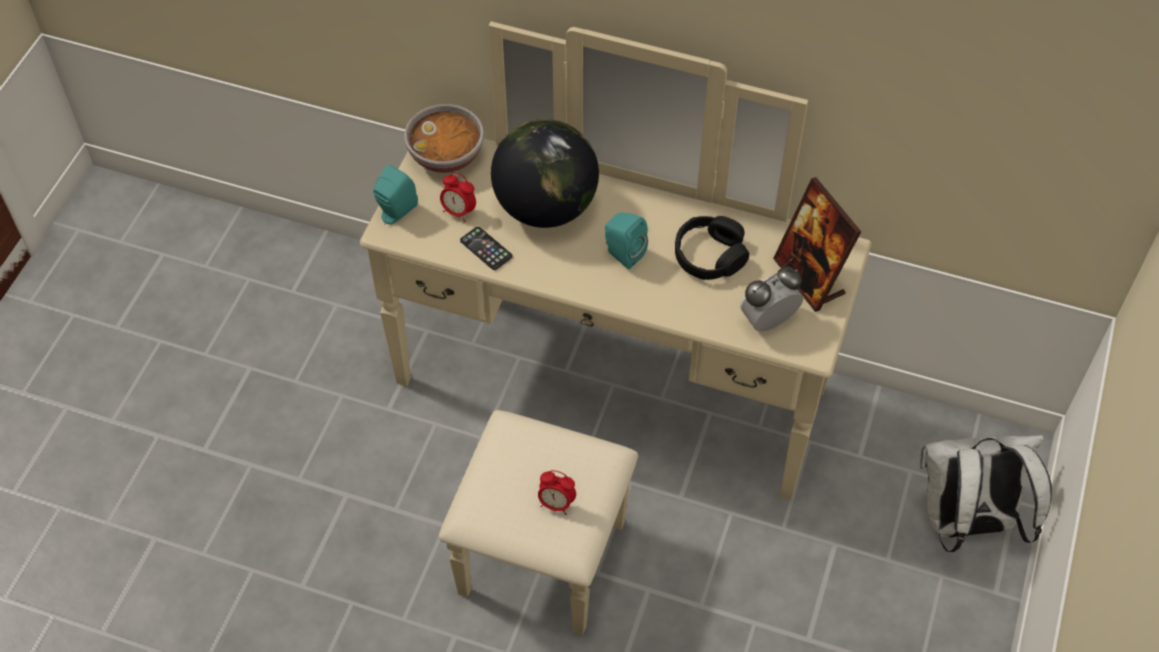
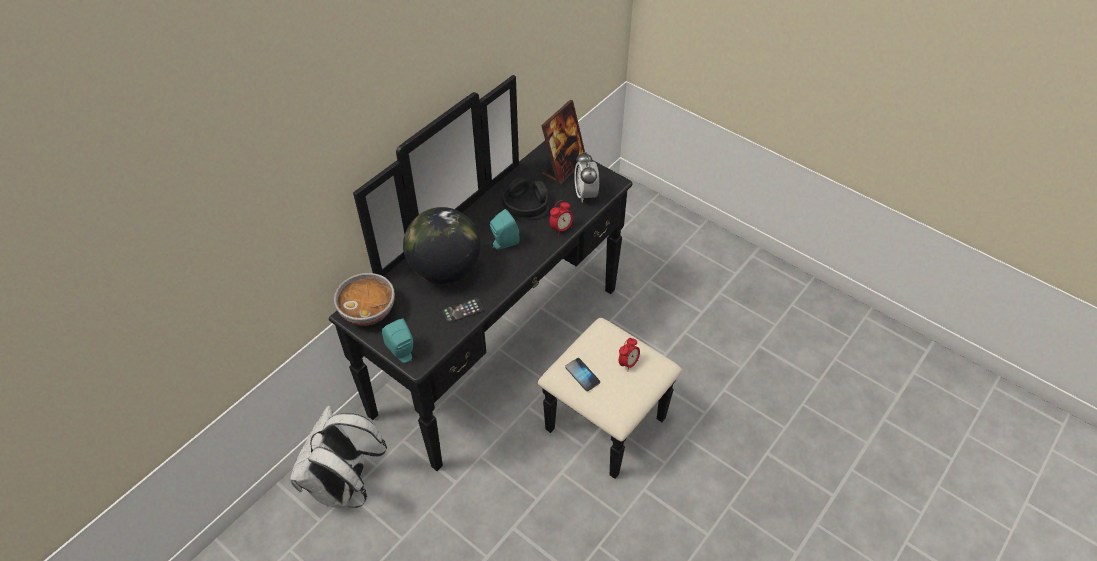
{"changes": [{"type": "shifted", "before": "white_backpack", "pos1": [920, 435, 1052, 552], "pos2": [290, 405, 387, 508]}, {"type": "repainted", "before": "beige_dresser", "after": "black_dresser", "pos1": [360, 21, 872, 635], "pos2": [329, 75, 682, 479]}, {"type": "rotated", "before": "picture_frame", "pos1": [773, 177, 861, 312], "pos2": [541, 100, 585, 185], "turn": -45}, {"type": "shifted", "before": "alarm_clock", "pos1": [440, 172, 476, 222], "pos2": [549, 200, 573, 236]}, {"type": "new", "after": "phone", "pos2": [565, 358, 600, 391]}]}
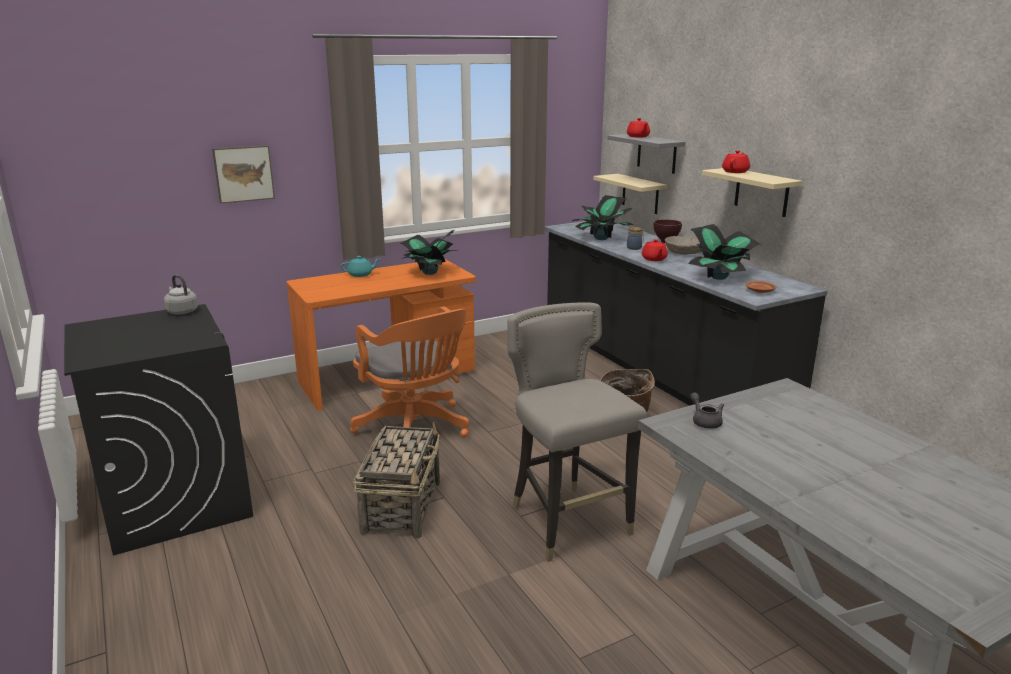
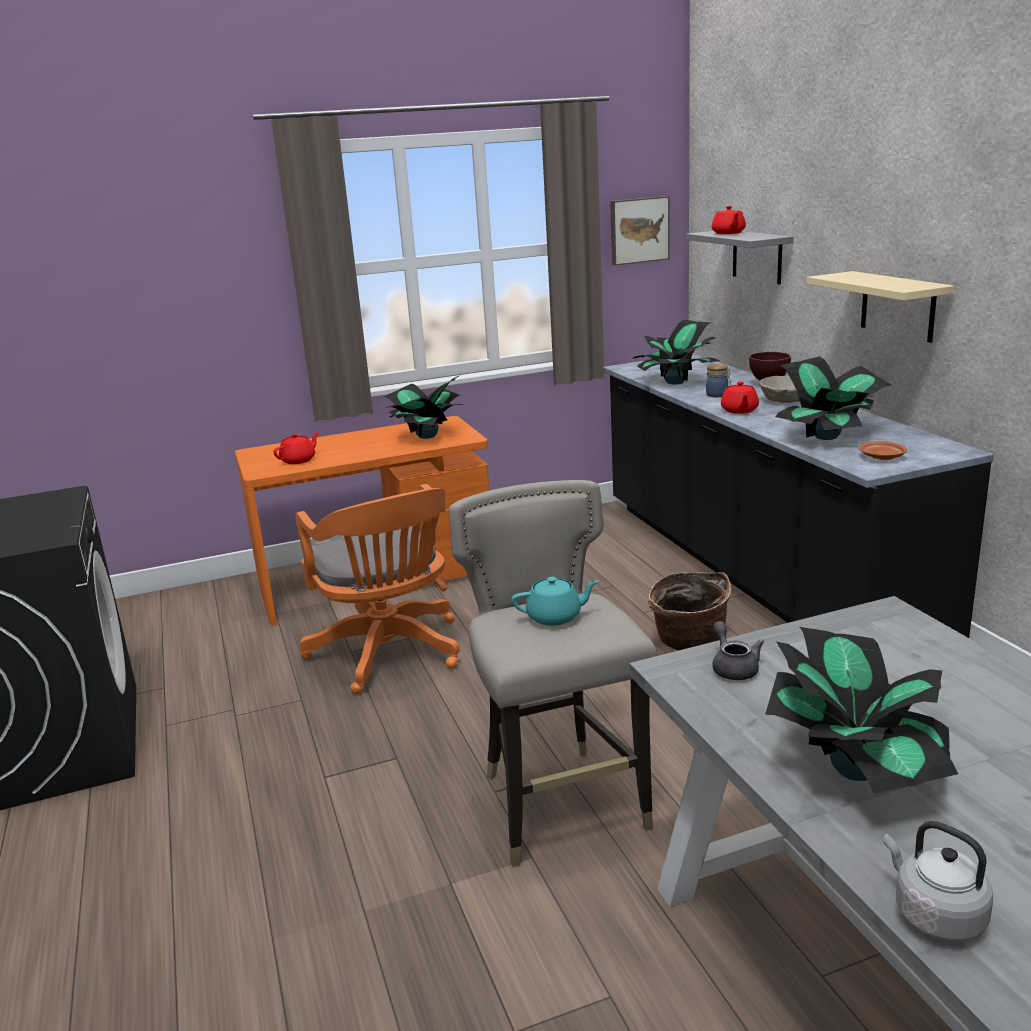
{"changes": [{"type": "shifted", "before": "red_teapot", "pos1": [722, 150, 750, 173], "pos2": [273, 432, 319, 464]}, {"type": "shifted", "before": "turquoise_teapot", "pos1": [341, 256, 381, 277], "pos2": [511, 577, 599, 626]}, {"type": "shifted", "before": "picture", "pos1": [212, 145, 275, 203], "pos2": [610, 196, 670, 265]}, {"type": "new", "after": "potted_plant", "pos2": [765, 627, 958, 794]}, {"type": "shifted", "before": "grey_kettle", "pos1": [164, 275, 198, 314], "pos2": [883, 821, 993, 941]}, {"type": "gone", "before": "basket", "pos1": [354, 422, 440, 538]}, {"type": "gone", "before": "beige_shelf", "pos1": [593, 174, 667, 214]}]}
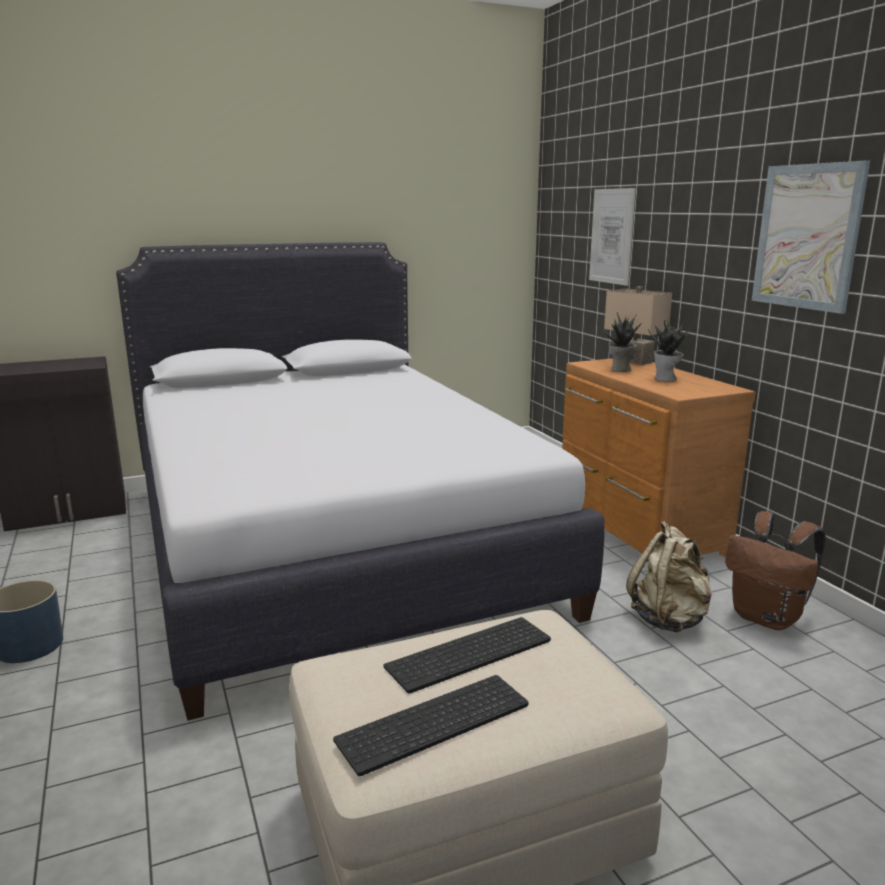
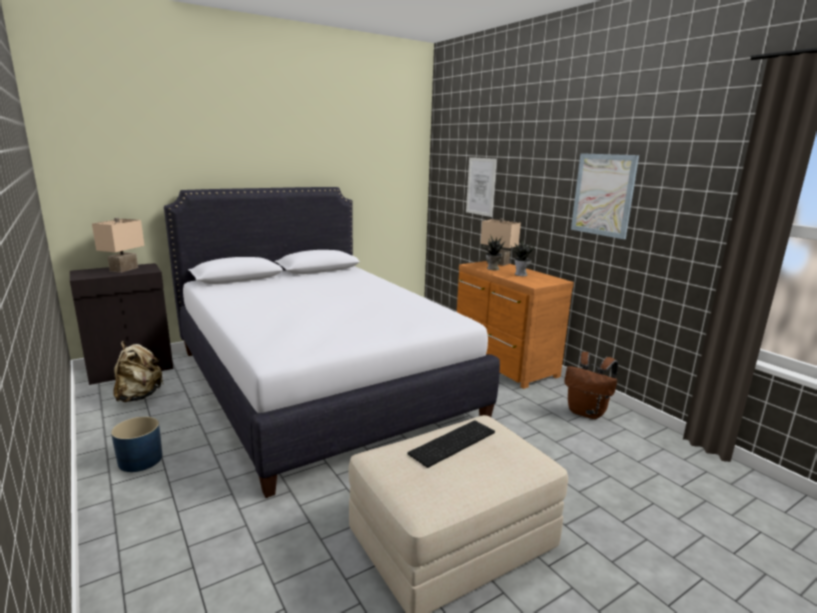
{"changes": [{"type": "new", "after": "beige_table_lamp", "pos2": [92, 218, 144, 273]}, {"type": "shifted", "before": "beige_backpack", "pos1": [626, 521, 712, 632], "pos2": [113, 341, 163, 402]}, {"type": "gone", "before": "keyboard", "pos1": [333, 675, 528, 776]}]}
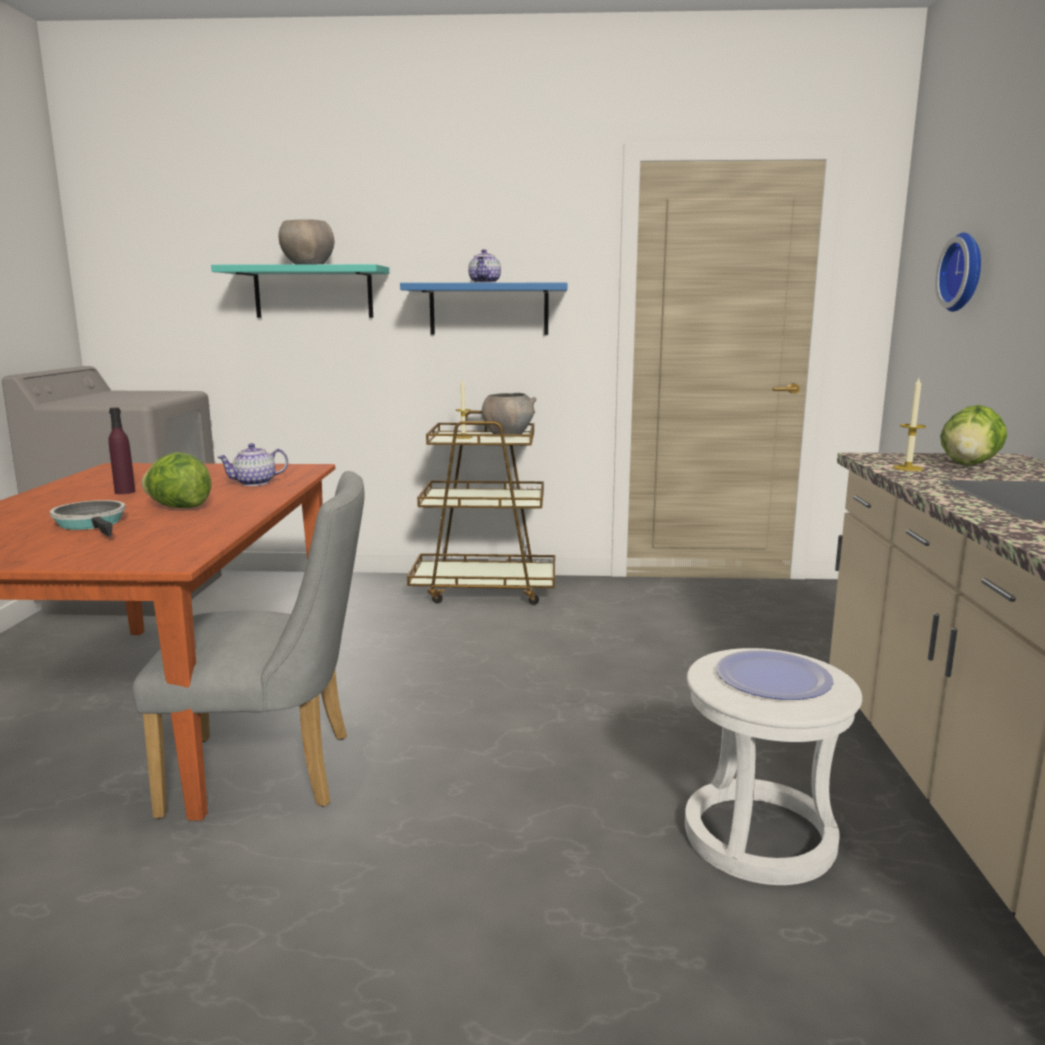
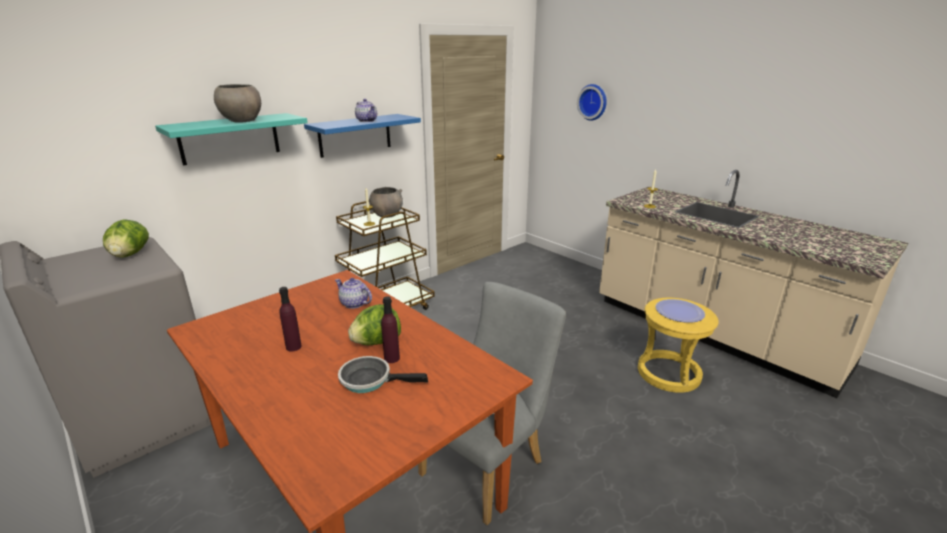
{"changes": [{"type": "shifted", "before": "lettuce", "pos1": [940, 405, 1007, 465], "pos2": [103, 219, 149, 258]}, {"type": "rotated", "before": "teapot", "pos1": [217, 443, 288, 486], "pos2": [335, 278, 372, 309], "turn": 105}, {"type": "new", "after": "purple_bottle", "pos2": [381, 296, 400, 363]}, {"type": "repainted", "before": "white_stool", "after": "yellow_stool", "pos1": [685, 648, 862, 885], "pos2": [638, 298, 719, 393]}]}
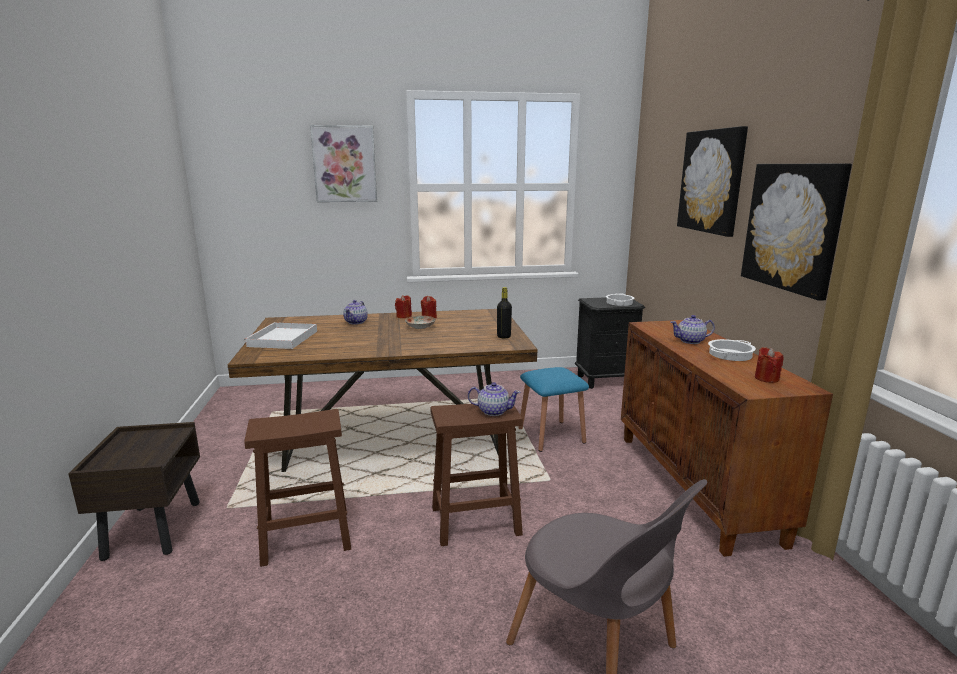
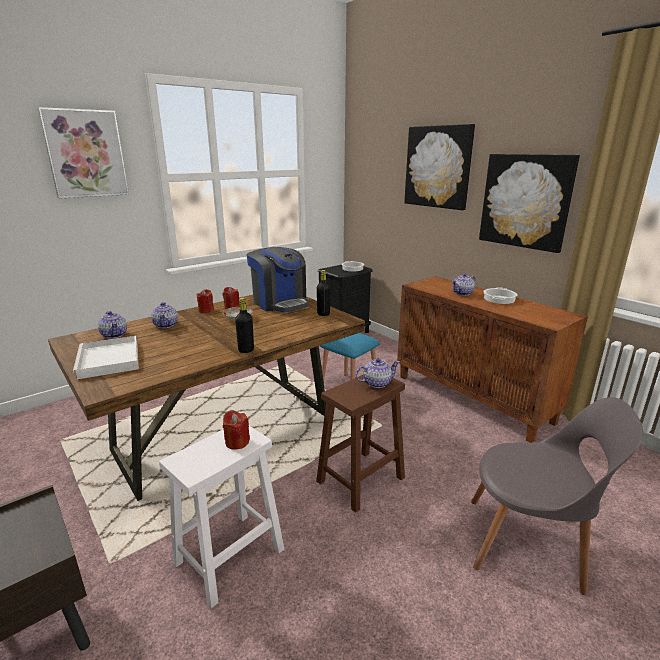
{"changes": [{"type": "new", "after": "teapot", "pos2": [98, 311, 127, 339]}, {"type": "repainted", "before": "brown_stool", "after": "white_stool", "pos1": [244, 409, 351, 567], "pos2": [159, 426, 284, 608]}, {"type": "shifted", "before": "red_candle", "pos1": [755, 347, 784, 383], "pos2": [223, 410, 250, 450]}, {"type": "new", "after": "black_bottle", "pos2": [235, 298, 254, 353]}, {"type": "new", "after": "coffee_machine", "pos2": [246, 247, 309, 312]}]}
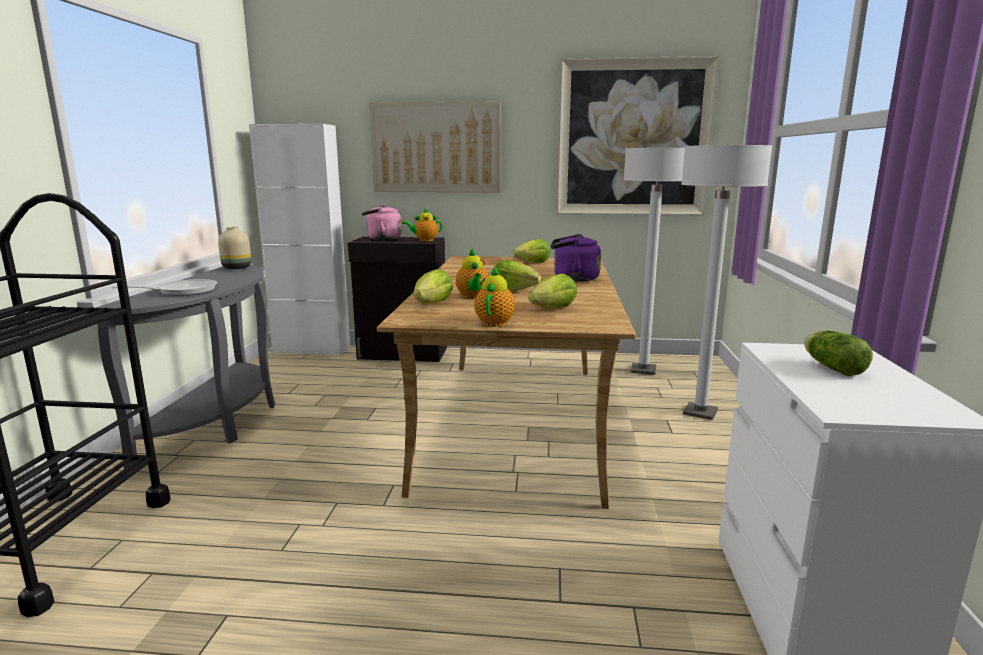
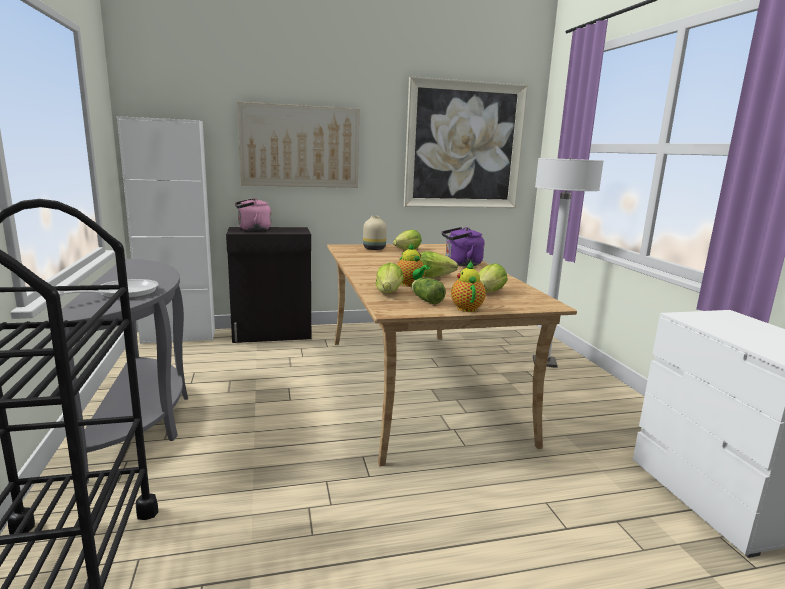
{"changes": [{"type": "shifted", "before": "beige_vase", "pos1": [218, 227, 251, 269], "pos2": [363, 216, 387, 250]}, {"type": "shifted", "before": "lettuce", "pos1": [804, 330, 873, 376], "pos2": [412, 278, 446, 304]}, {"type": "gone", "before": "teapot", "pos1": [402, 208, 443, 241]}, {"type": "gone", "before": "white_floor_lamp", "pos1": [623, 147, 685, 375]}]}
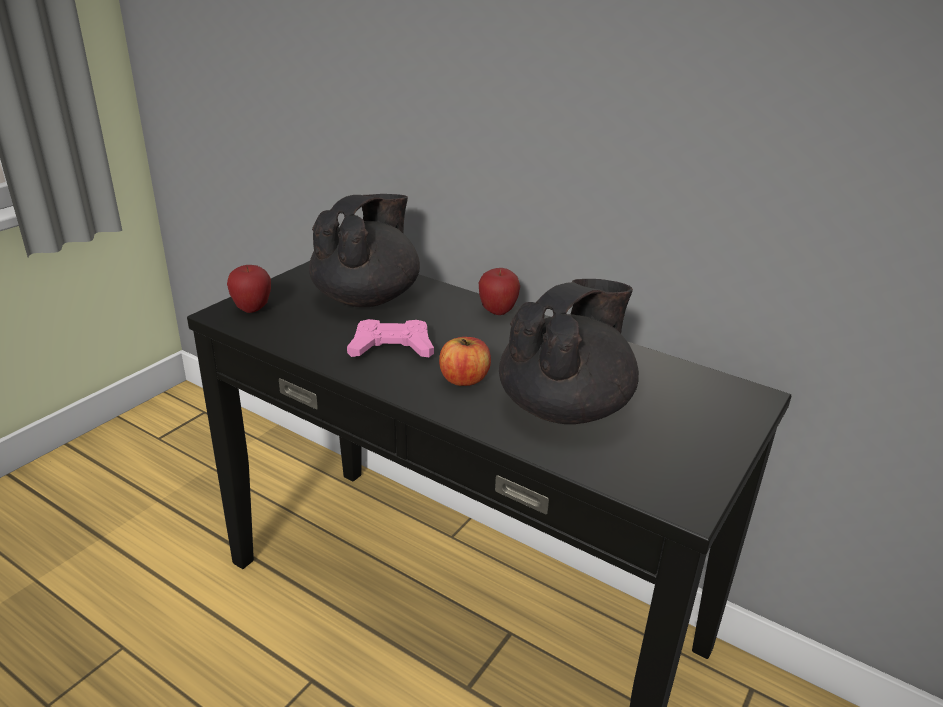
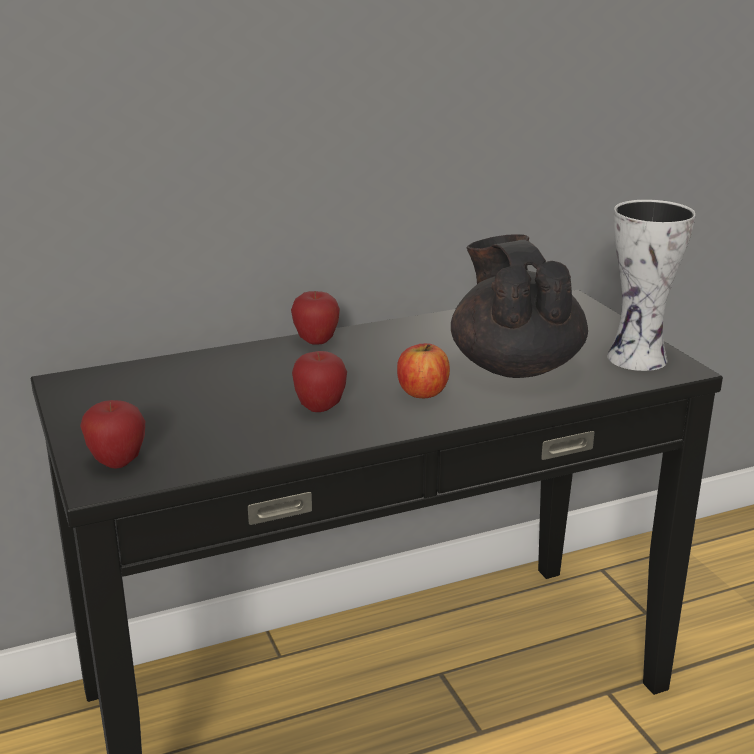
{"changes": [{"type": "swapped", "before": "pink_game_controller", "after": "apple", "pos1": [347, 319, 434, 357], "pos2": [292, 351, 347, 412]}, {"type": "new", "after": "vase", "pos2": [607, 200, 696, 371]}, {"type": "gone", "before": "black_teapot", "pos1": [309, 194, 420, 307]}]}
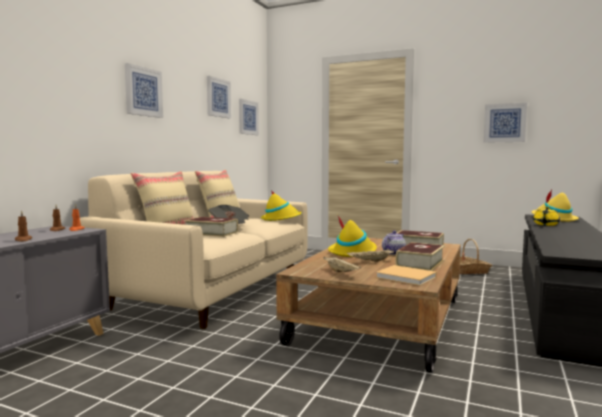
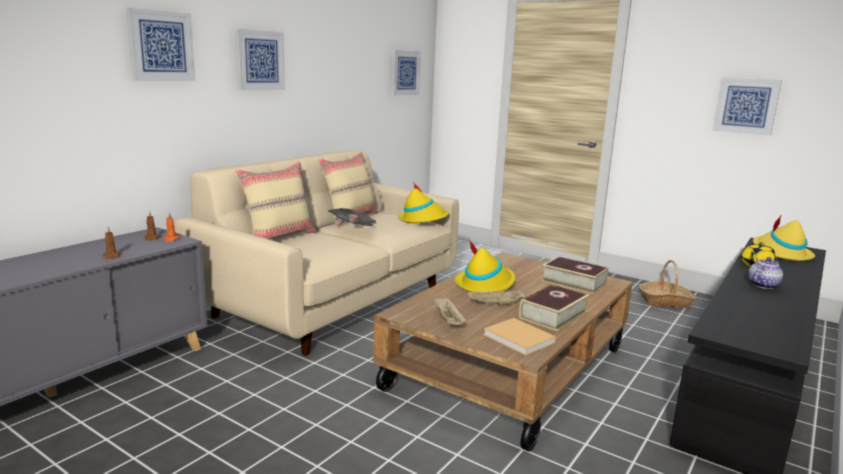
{"changes": [{"type": "shifted", "before": "picture", "pos1": [207, 76, 231, 118], "pos2": [126, 8, 195, 81]}, {"type": "shifted", "before": "teapot", "pos1": [382, 231, 406, 255], "pos2": [748, 257, 783, 289]}, {"type": "gone", "before": "book", "pos1": [184, 217, 238, 237]}]}
